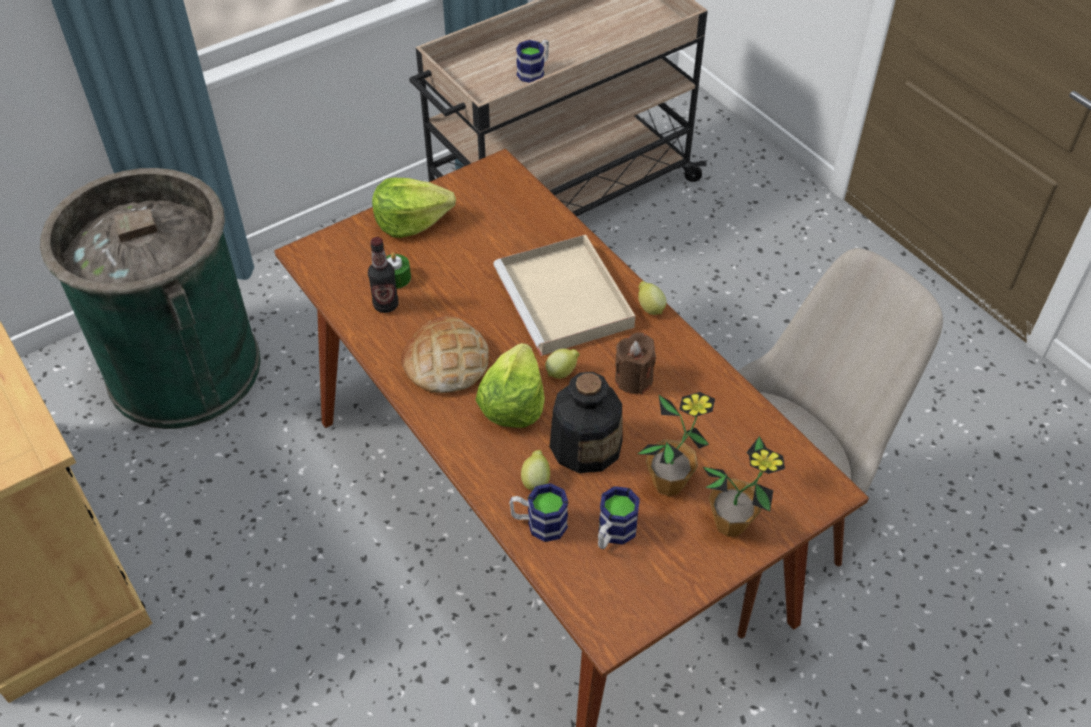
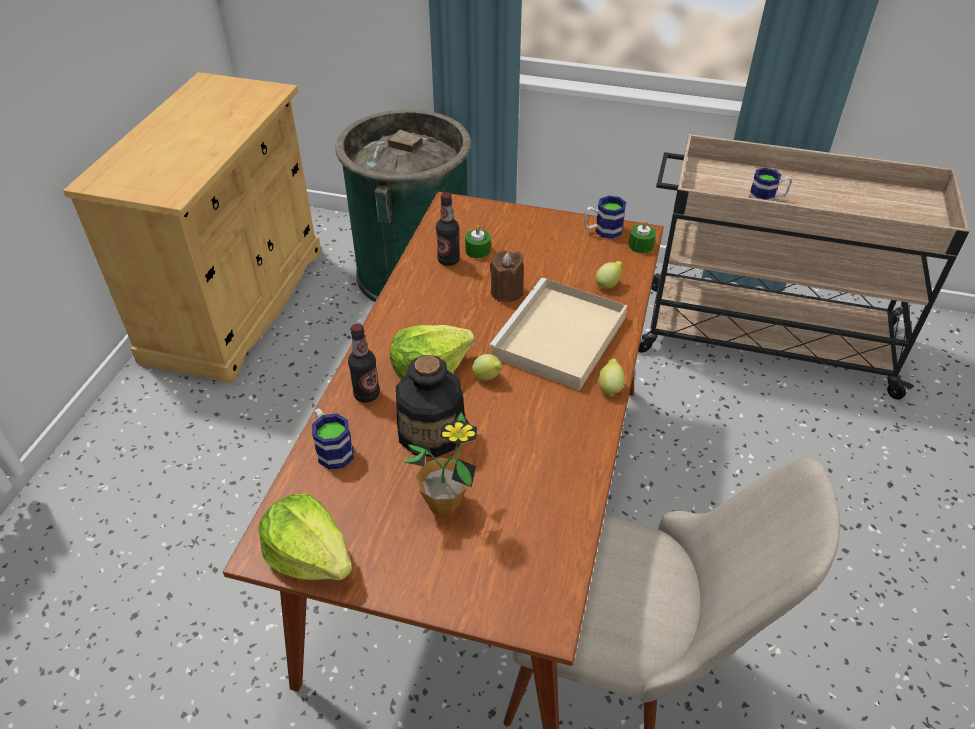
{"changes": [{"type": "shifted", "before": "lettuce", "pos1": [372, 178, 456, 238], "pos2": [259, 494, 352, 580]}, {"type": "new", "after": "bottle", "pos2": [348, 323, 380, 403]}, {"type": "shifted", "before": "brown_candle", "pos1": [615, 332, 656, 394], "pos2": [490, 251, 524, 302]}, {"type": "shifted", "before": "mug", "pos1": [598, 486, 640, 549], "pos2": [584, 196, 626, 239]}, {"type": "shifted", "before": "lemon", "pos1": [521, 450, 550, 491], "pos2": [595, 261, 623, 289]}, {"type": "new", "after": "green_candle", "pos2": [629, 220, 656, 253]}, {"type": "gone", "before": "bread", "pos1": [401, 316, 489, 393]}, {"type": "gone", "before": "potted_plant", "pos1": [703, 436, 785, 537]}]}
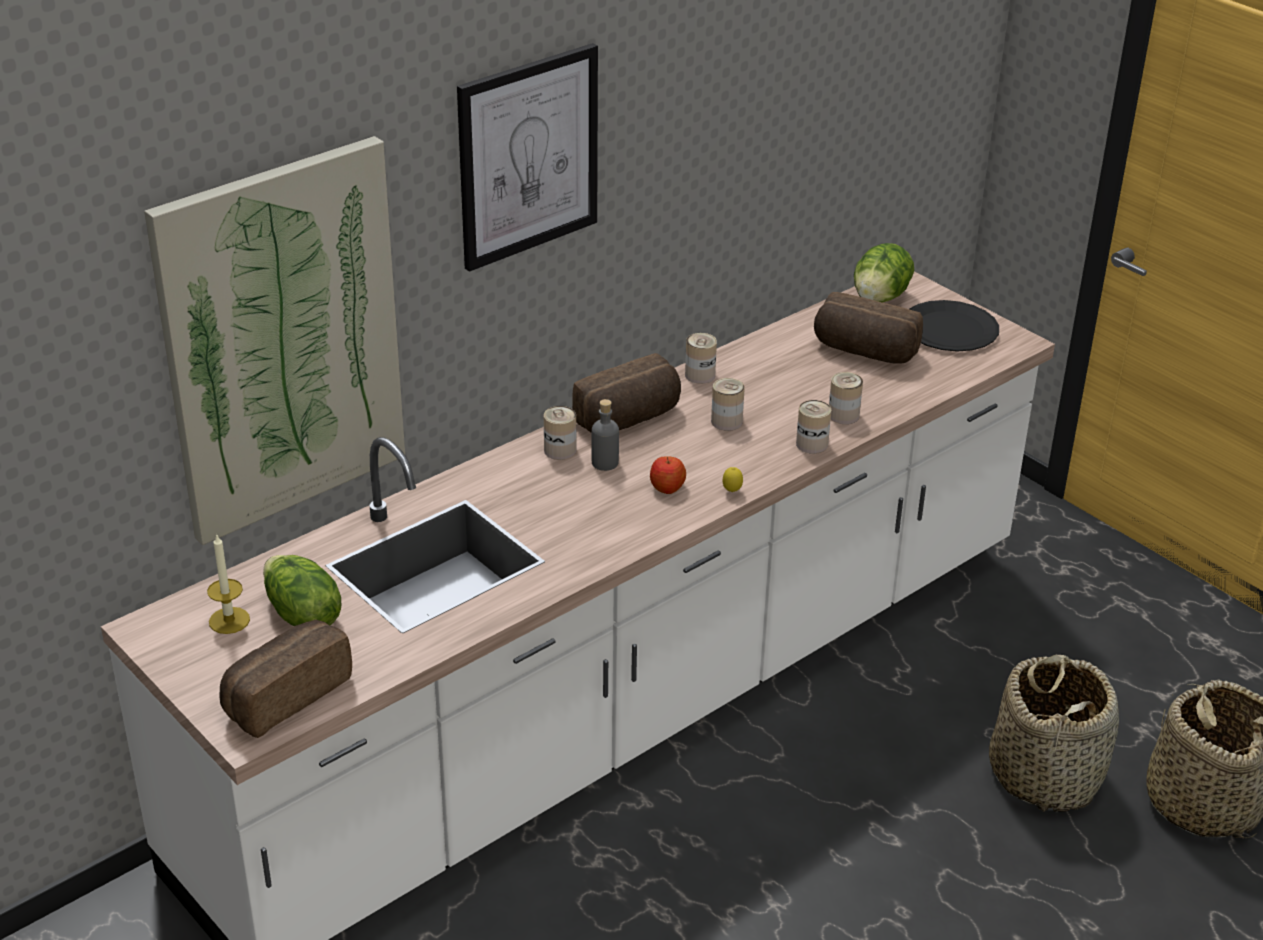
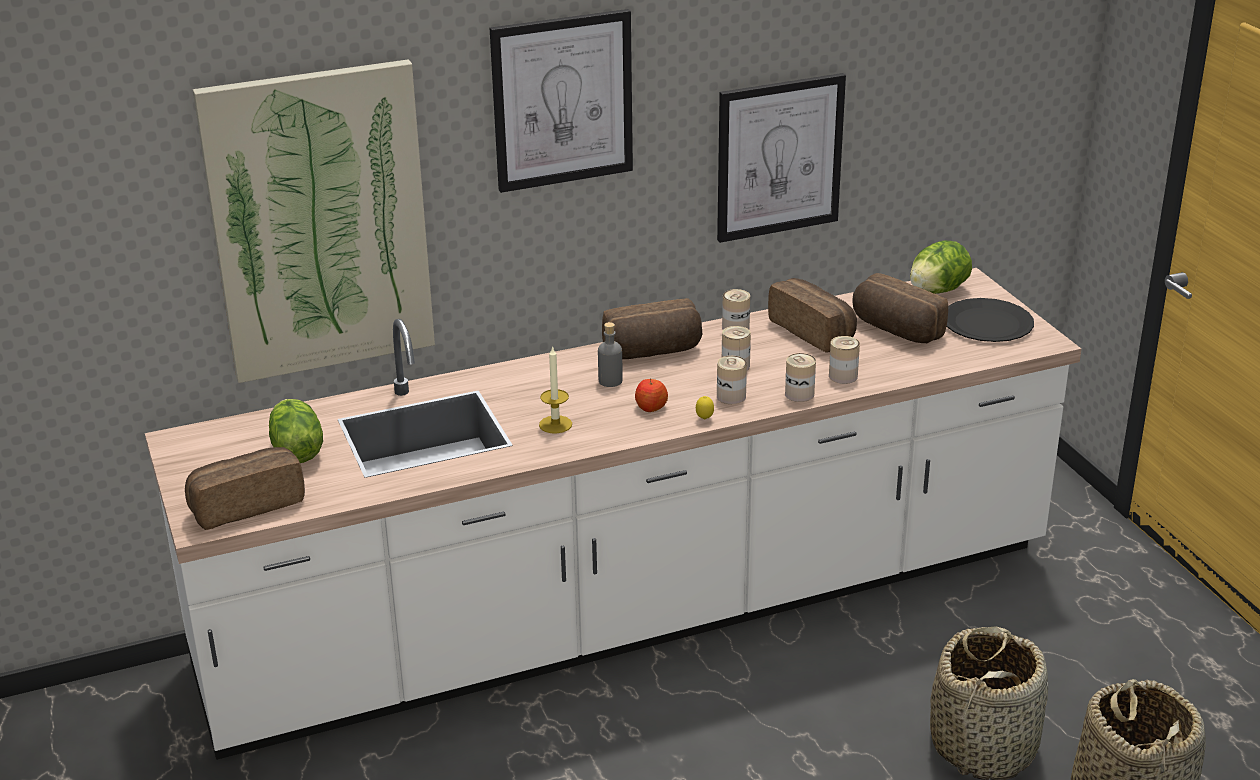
{"changes": [{"type": "shifted", "before": "candle", "pos1": [207, 533, 250, 634], "pos2": [539, 346, 572, 433]}, {"type": "new", "after": "picture", "pos2": [717, 73, 846, 243]}, {"type": "shifted", "before": "can", "pos1": [544, 406, 576, 460], "pos2": [717, 356, 747, 404]}, {"type": "new", "after": "bread", "pos2": [768, 278, 857, 352]}]}
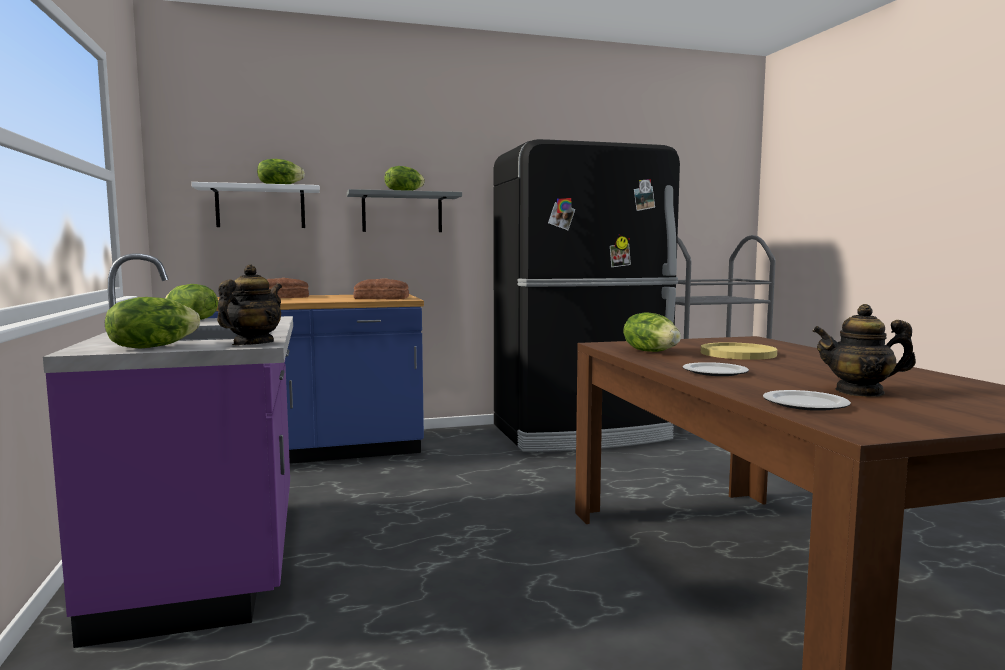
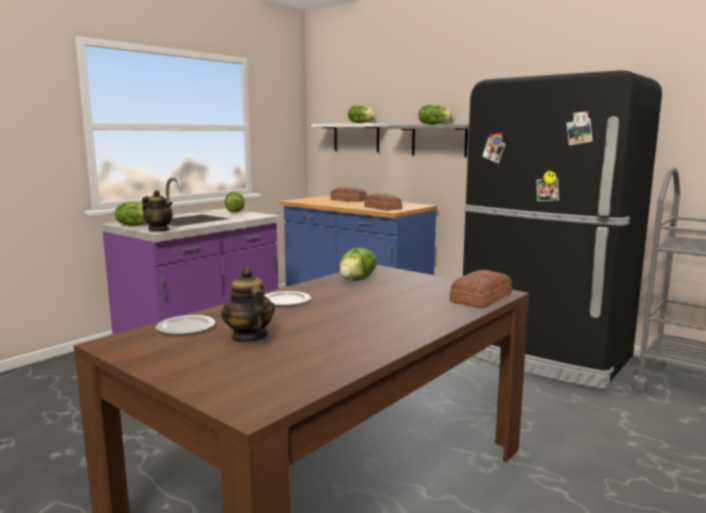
{"changes": [{"type": "rotated", "before": "teapot", "pos1": [217, 265, 282, 345], "pos2": [142, 190, 173, 231], "turn": 45}, {"type": "new", "after": "bread", "pos2": [450, 270, 512, 308]}, {"type": "gone", "before": "yellow_plate", "pos1": [701, 342, 777, 360]}]}
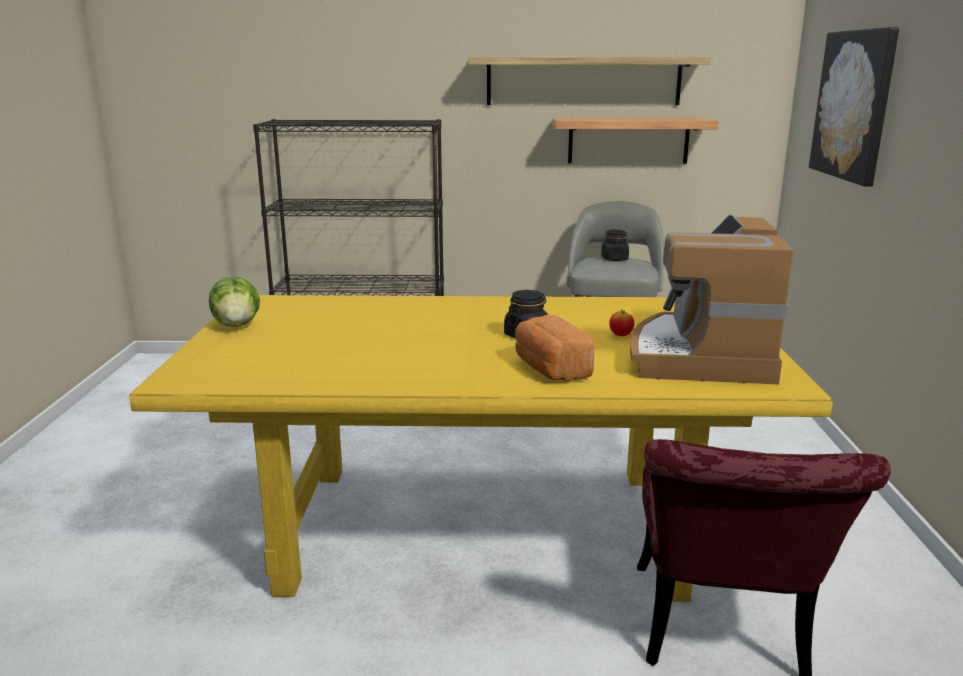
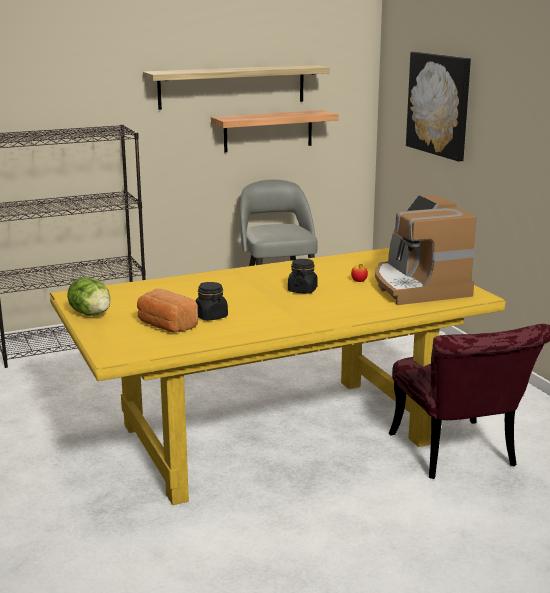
{"changes": [{"type": "shifted", "before": "bread", "pos1": [515, 314, 595, 381], "pos2": [137, 289, 198, 333]}, {"type": "shifted", "before": "black_jar", "pos1": [601, 230, 629, 261], "pos2": [195, 282, 228, 321]}]}
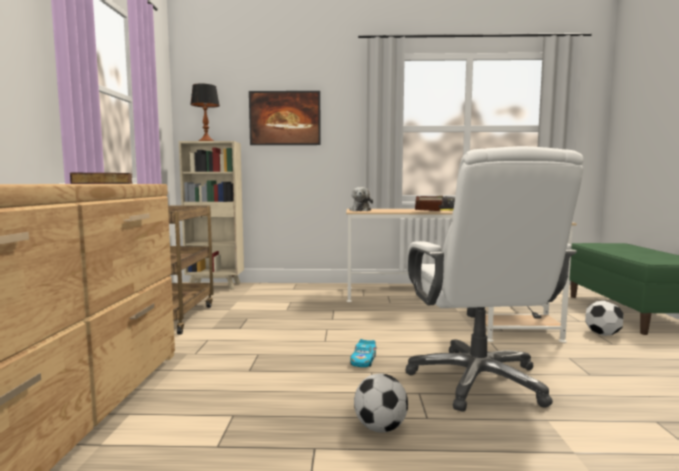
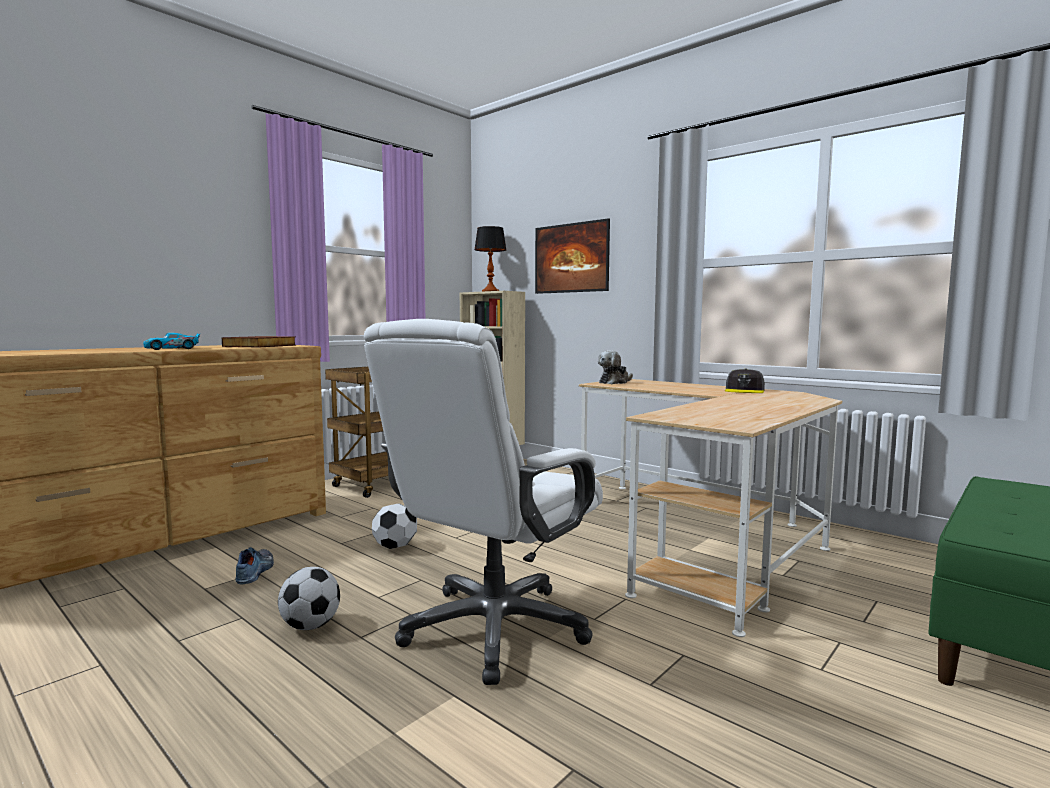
{"changes": [{"type": "shifted", "before": "toy_car", "pos1": [350, 339, 376, 367], "pos2": [143, 333, 200, 350]}, {"type": "new", "after": "shoe", "pos2": [236, 547, 274, 584]}, {"type": "shifted", "before": "football", "pos1": [585, 301, 624, 336], "pos2": [372, 503, 417, 549]}, {"type": "gone", "before": "brown_book", "pos1": [415, 195, 443, 211]}]}
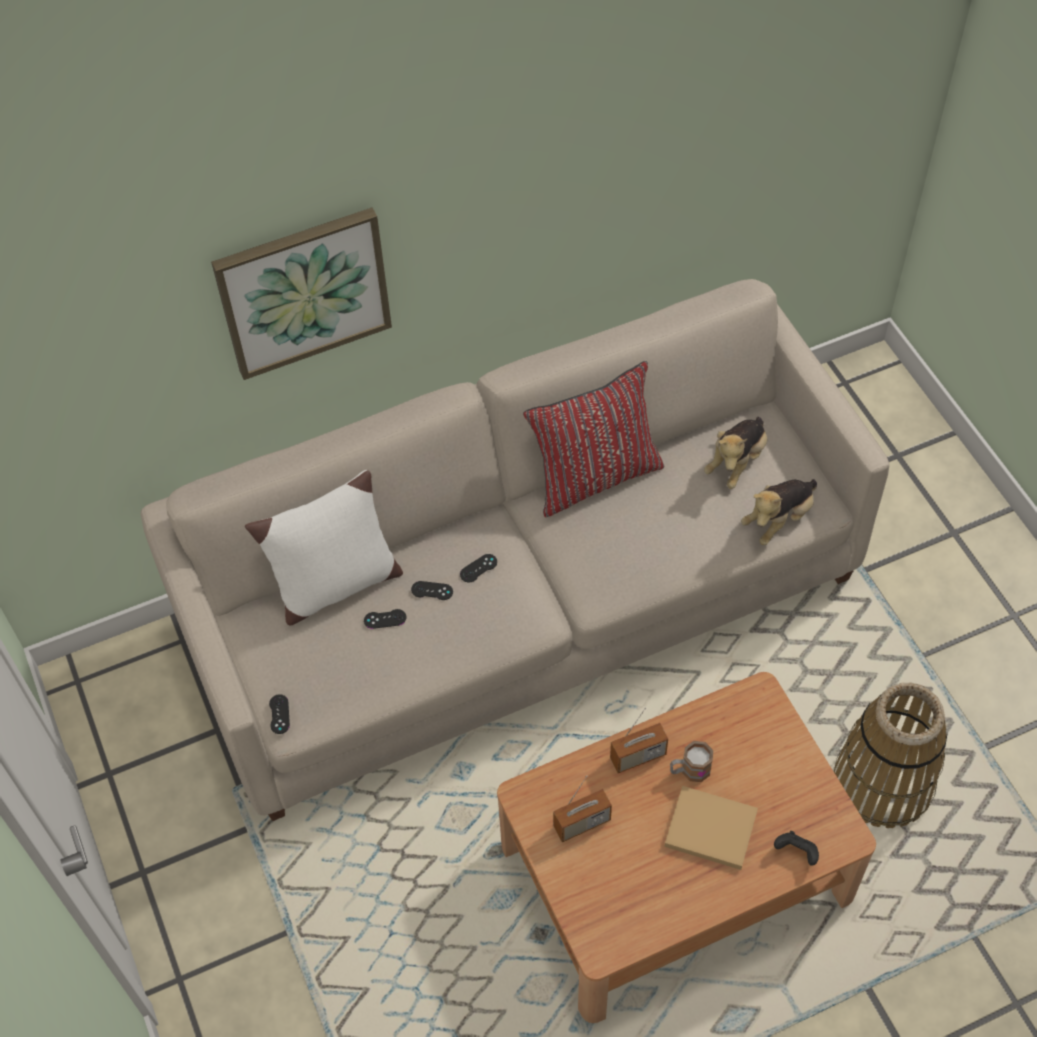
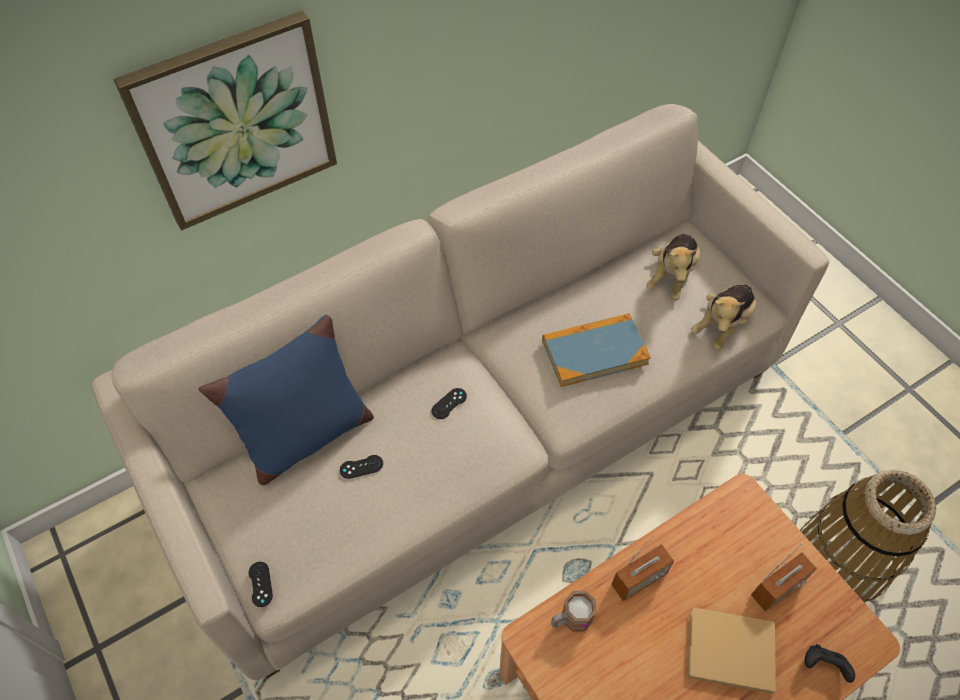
{"changes": [{"type": "repainted", "before": "white_pillow", "after": "blue_pillow", "pos1": [245, 470, 403, 625], "pos2": [199, 315, 374, 485]}, {"type": "new", "after": "book", "pos2": [542, 313, 651, 387]}, {"type": "shifted", "before": "mug", "pos1": [670, 741, 713, 782], "pos2": [551, 591, 596, 632]}, {"type": "shifted", "before": "radio", "pos1": [553, 775, 612, 842], "pos2": [751, 543, 817, 611]}, {"type": "gone", "before": "black_game_controller", "pos1": [411, 581, 453, 600]}, {"type": "gone", "before": "red_pillow", "pos1": [523, 361, 664, 517]}]}
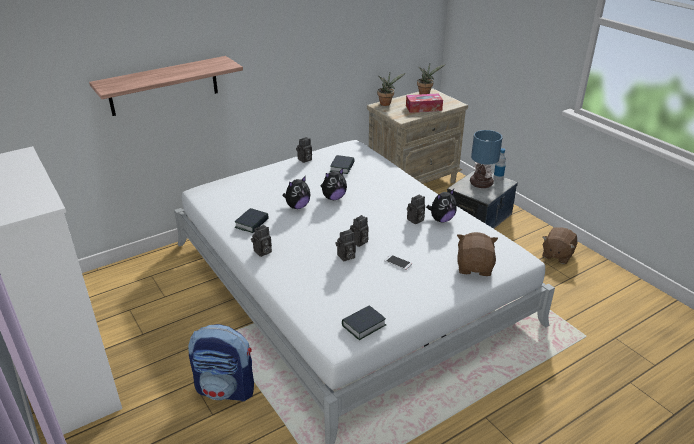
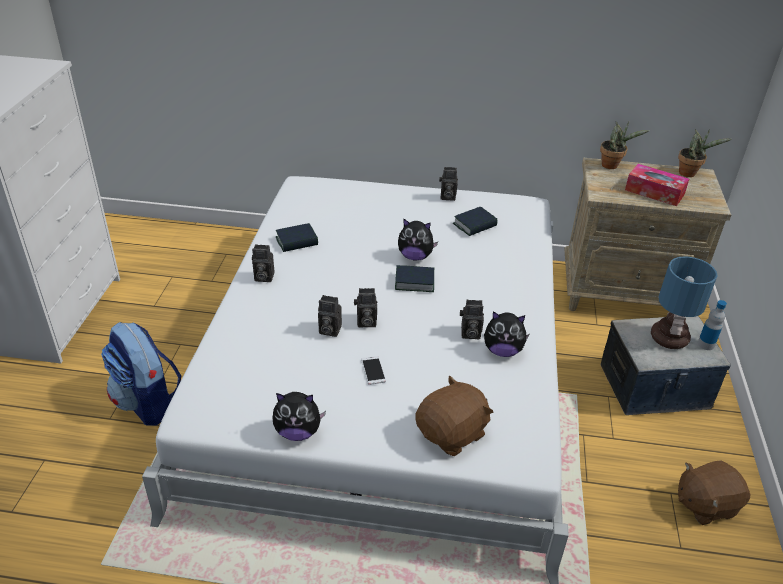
{"changes": [{"type": "shifted", "before": "plush_toy", "pos1": [282, 176, 310, 209], "pos2": [272, 392, 326, 441]}, {"type": "shifted", "before": "book", "pos1": [342, 305, 386, 340], "pos2": [395, 265, 434, 292]}, {"type": "gone", "before": "shelf", "pos1": [89, 56, 243, 116]}]}
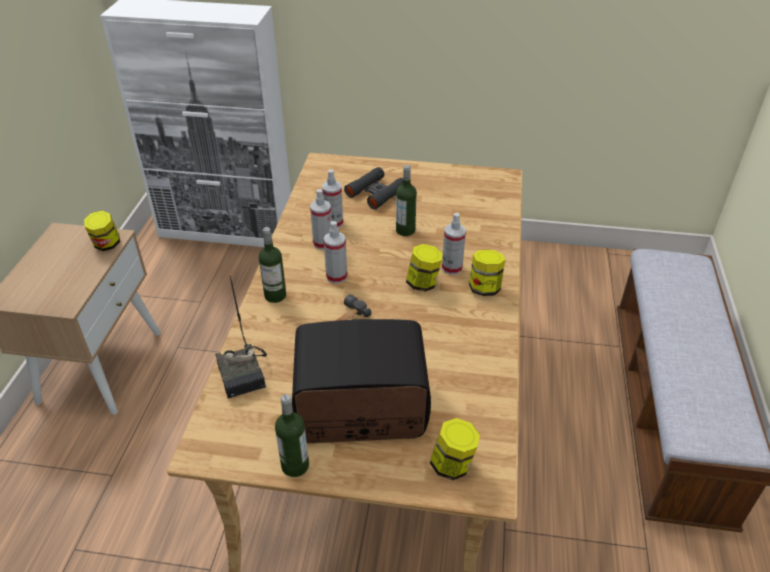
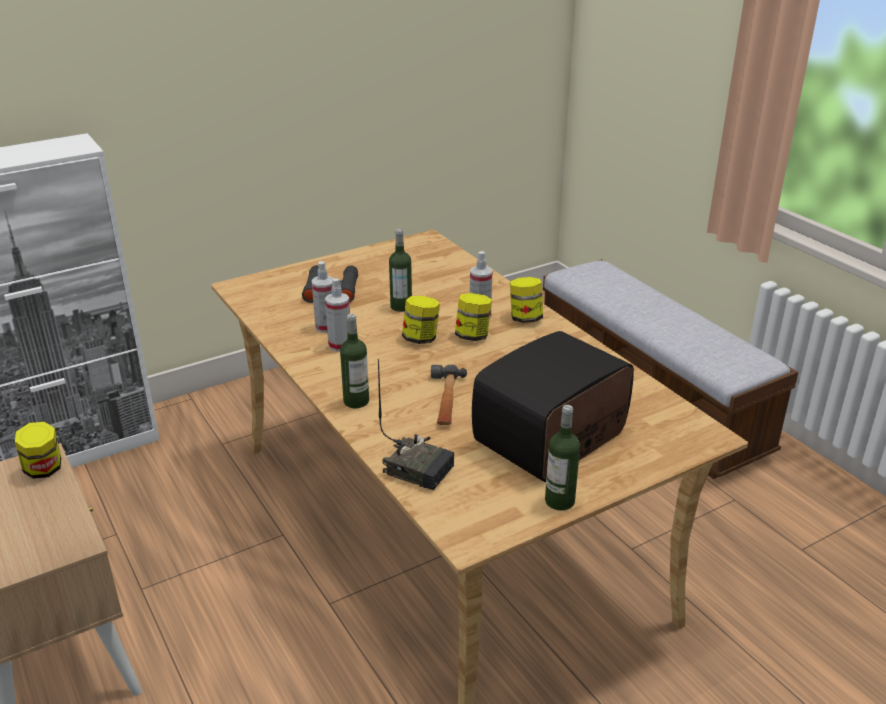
{"changes": [{"type": "shifted", "before": "jar", "pos1": [430, 418, 480, 480], "pos2": [402, 296, 440, 344]}, {"type": "gone", "before": "spray_bottle", "pos1": [324, 221, 347, 284]}]}
